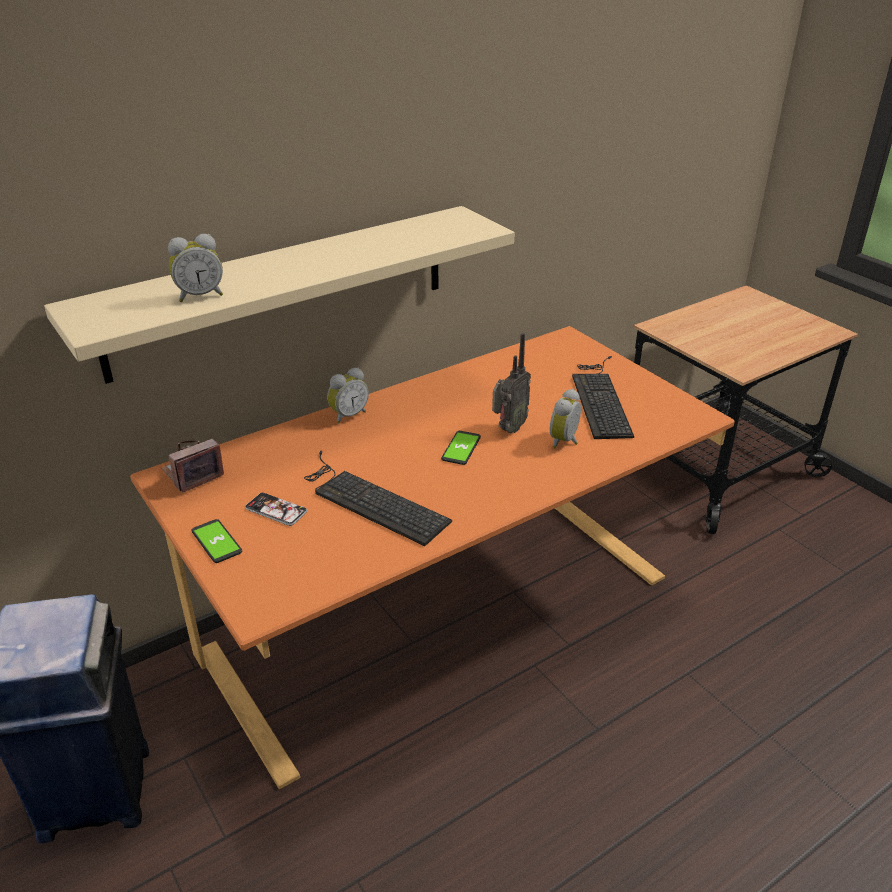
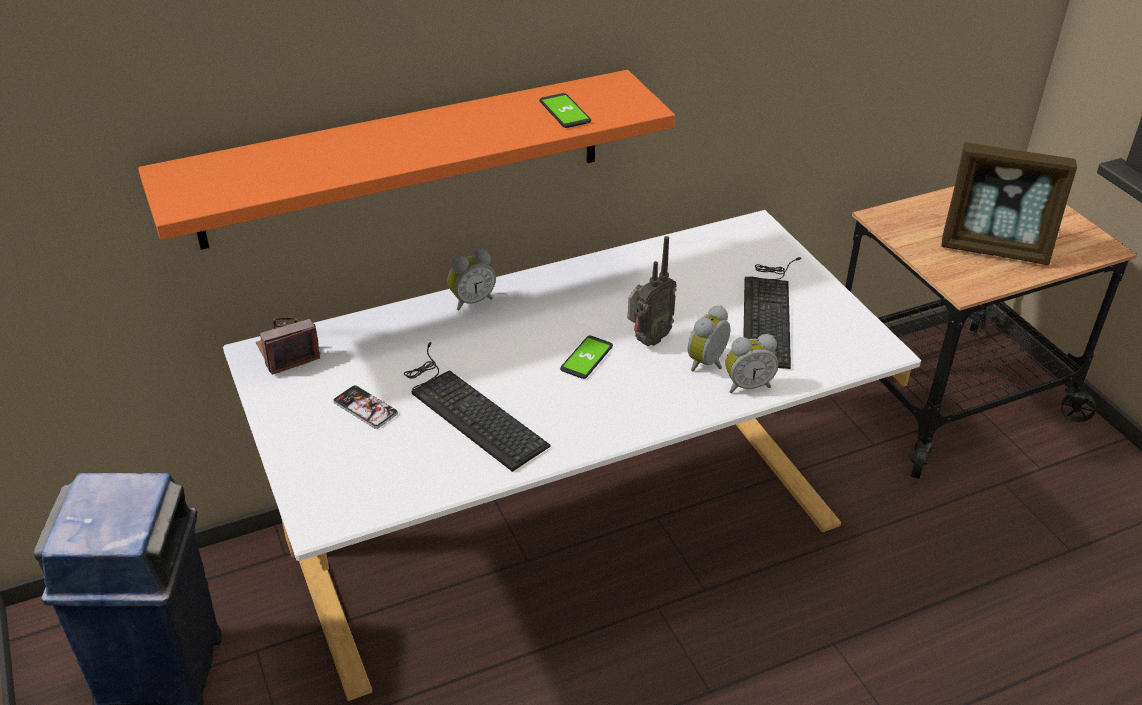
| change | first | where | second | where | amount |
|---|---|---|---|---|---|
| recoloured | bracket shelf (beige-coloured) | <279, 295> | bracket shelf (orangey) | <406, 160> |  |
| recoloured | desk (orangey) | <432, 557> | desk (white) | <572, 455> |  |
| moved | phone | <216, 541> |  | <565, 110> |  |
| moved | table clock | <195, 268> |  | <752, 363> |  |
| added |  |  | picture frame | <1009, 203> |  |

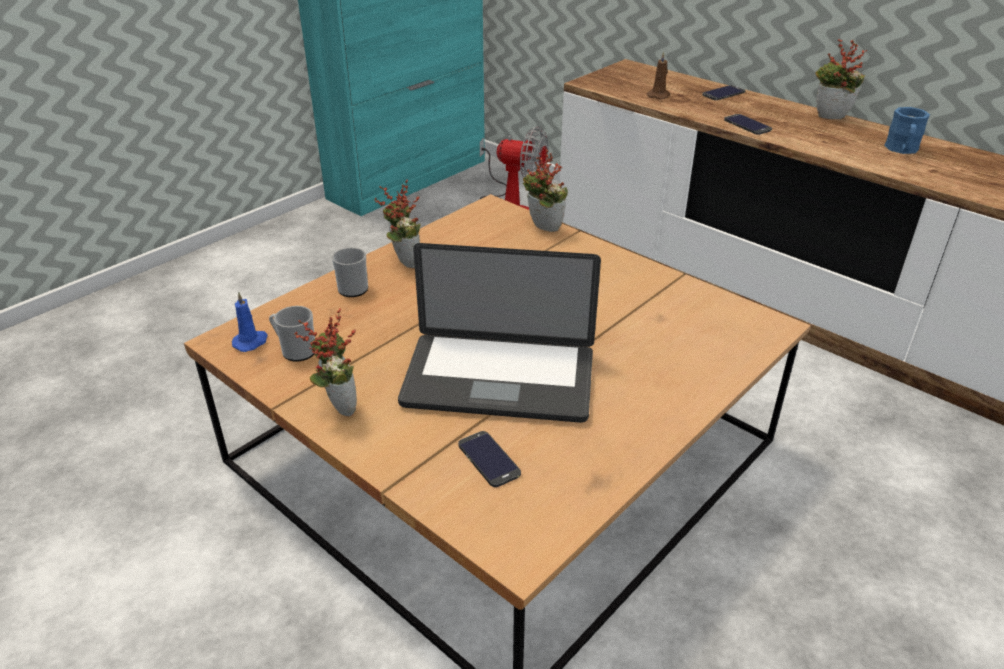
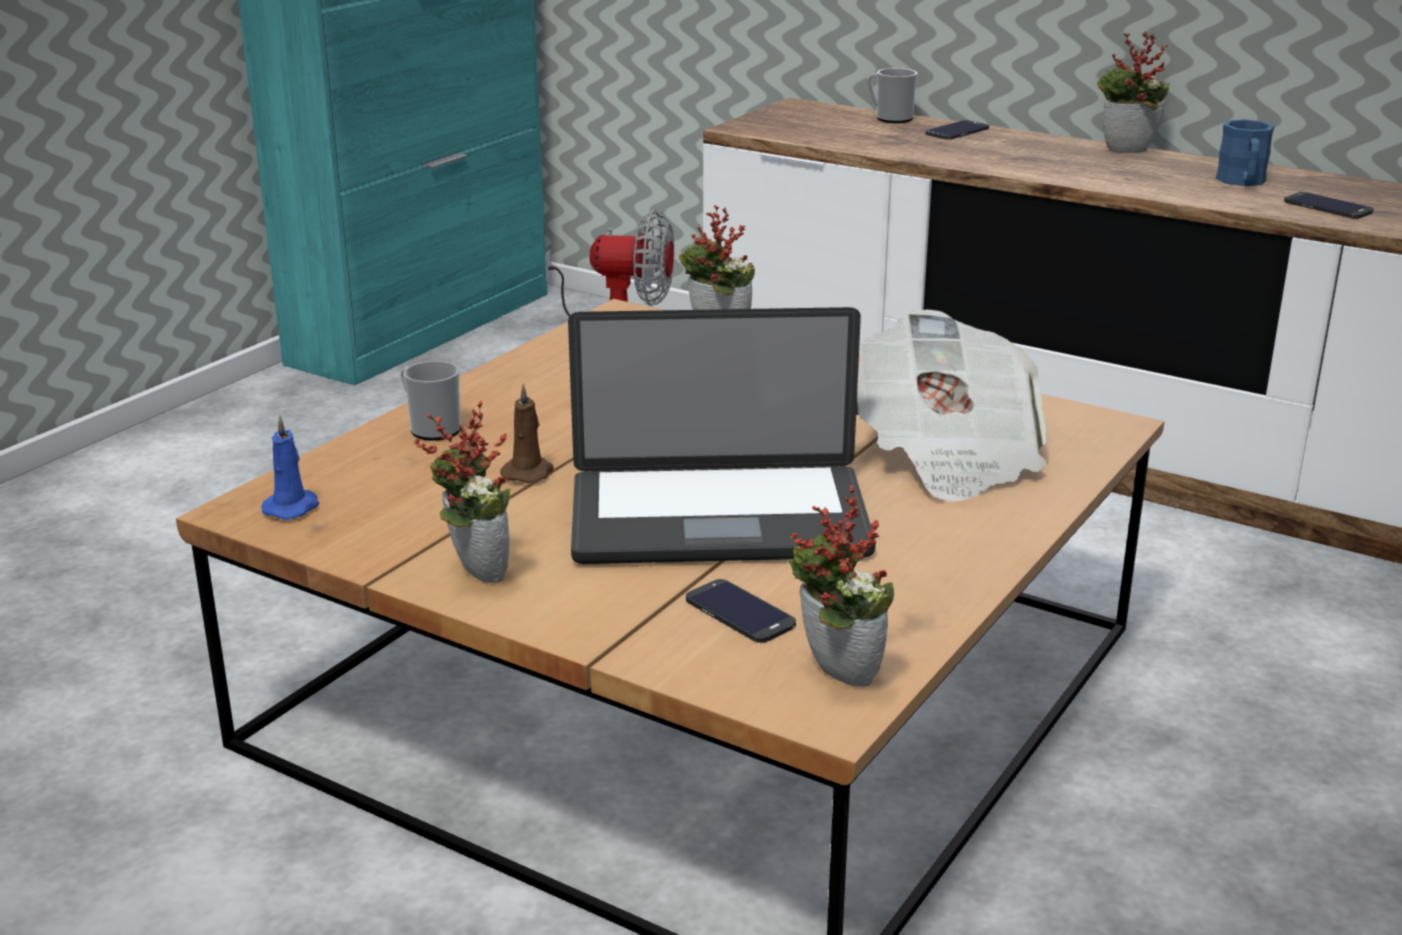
| change | first | where | second | where | amount |
|---|---|---|---|---|---|
| moved | wax candle (brown) | <658, 75> |  | <527, 433> |  |
| moved | houseplant | <397, 224> |  | <841, 585> |  |
| added |  |  | newspaper | <951, 405> |  |
| moved | coffee mug | <292, 334> |  | <892, 95> |  |
| moved | phone | <748, 124> |  | <1329, 205> |  |

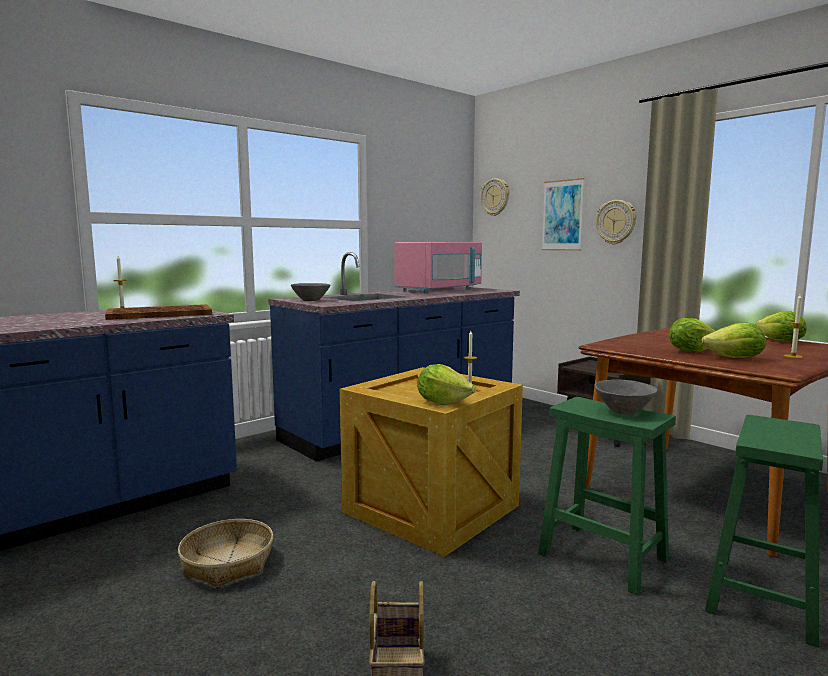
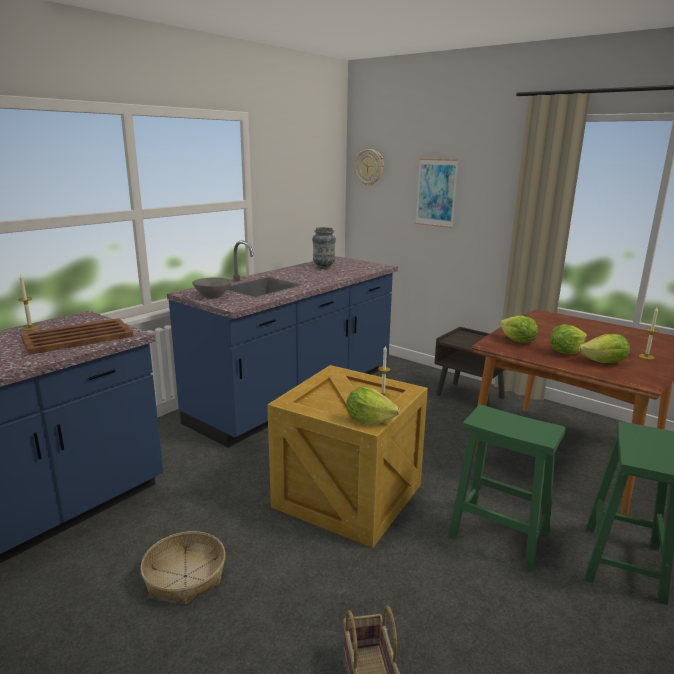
| change | first | where | second | where | amount |
|---|---|---|---|---|---|
| replaced | kitchen microwave (pinkish) | <438, 267> | decorative vase | <324, 248> |  |
| moved | lettuce | <781, 326> |  | <519, 329> |  |
| removed | clock on the wall | <615, 222> |  |  |  |
| removed | bowl (greyish) | <626, 397> |  |  |  |

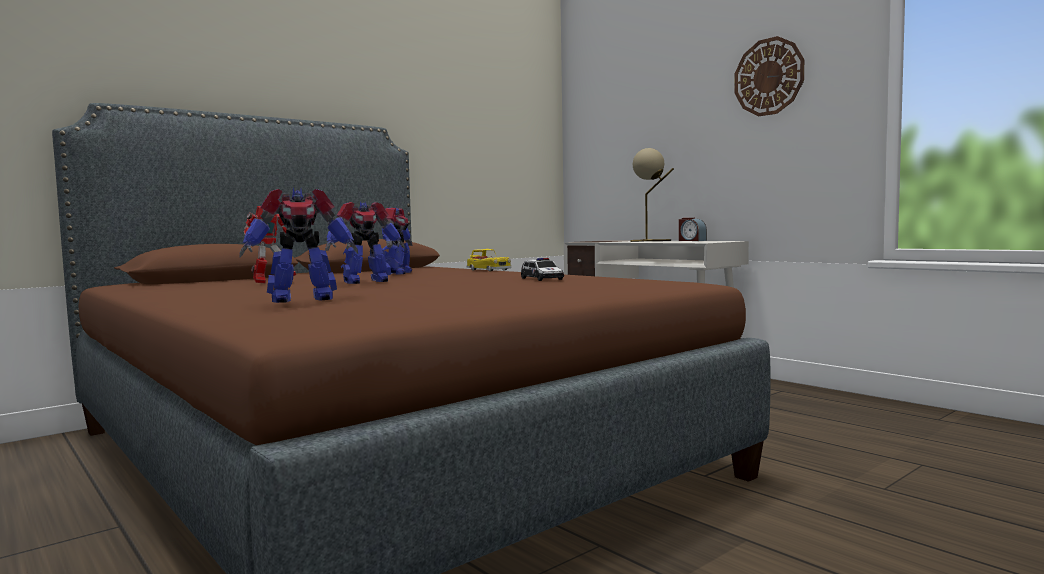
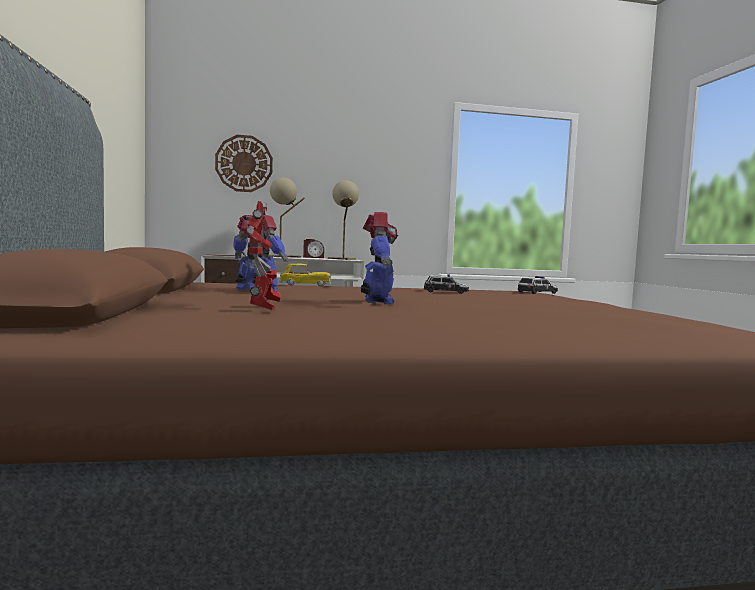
| change | first | where | second | where | amount |
|---|---|---|---|---|---|
| moved | clock on the wall | <769, 76> |  | <244, 163> |  |
| added |  |  | tabletop lamp (beige-coloured) | <343, 220> |  |
| added |  |  | toy car | <538, 285> |  |
| removed | robot figure | <299, 245> |  |  |  |

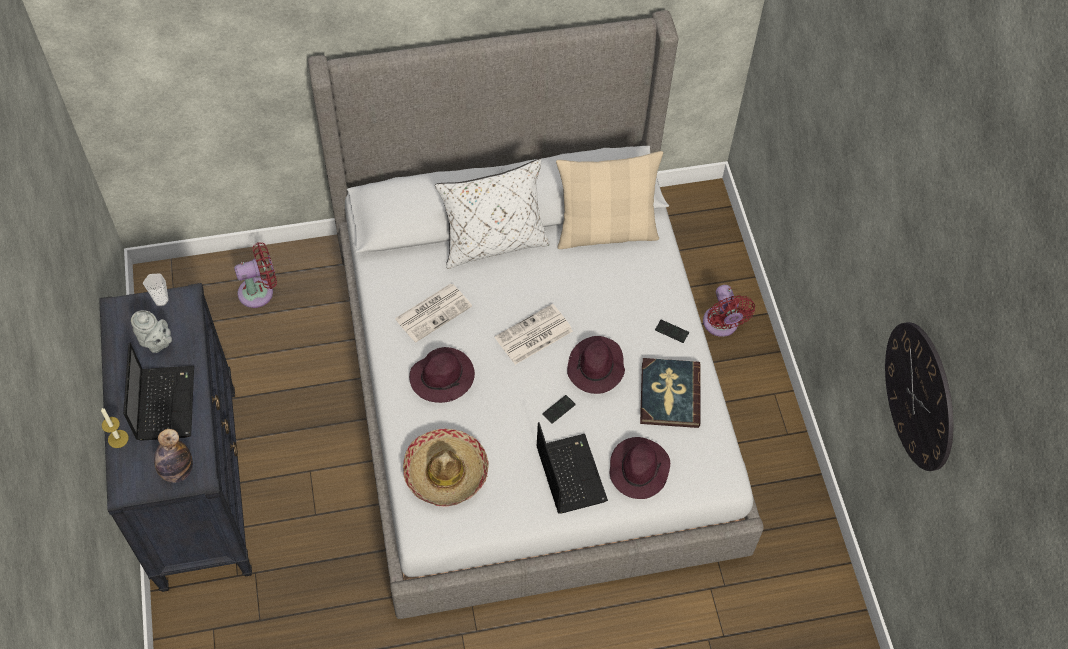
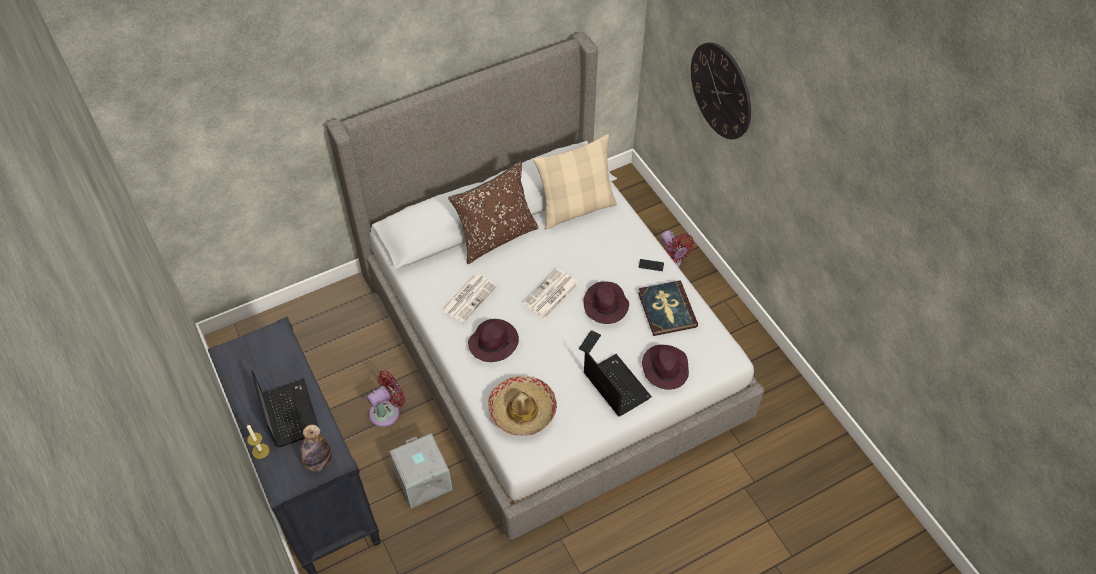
| change | first | where | second | where | amount |
|---|---|---|---|---|---|
| moved | electric fan (red) | <255, 275> |  | <386, 398> |  |
| added |  |  | storage box (greyish) | <421, 470> |  |
| recoloured | pillow (white) | <492, 214> | pillow (brown) | <493, 212> |  |
| moved | clock on the wall | <919, 396> |  | <721, 91> |  |
| removed | pot for tea (greyish) | <151, 331> |  |  |  |
| removed | drinking cup | <156, 289> |  |  |  |

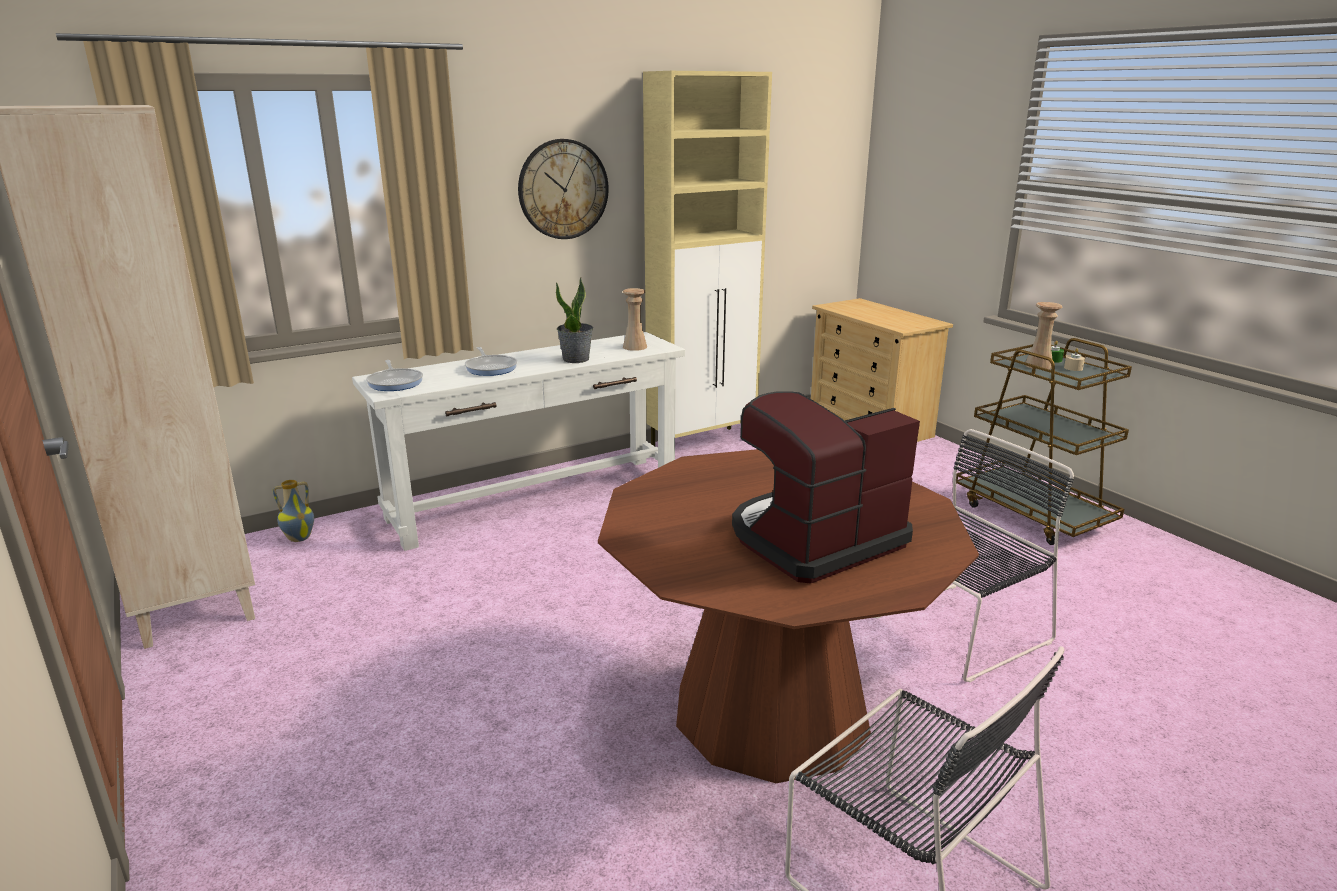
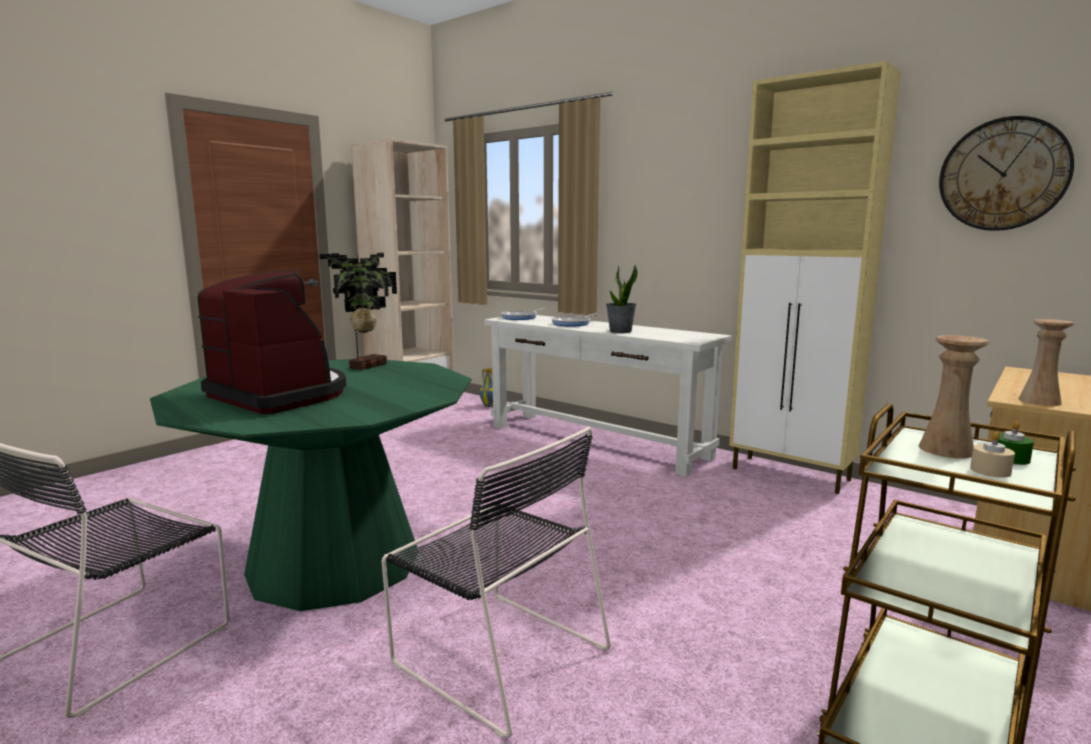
| change | first | where | second | where | amount |
|---|---|---|---|---|---|
| recoloured | dinner table (brown) | <788, 616> | dinner table (greenish) | <310, 485> |  |
| added |  |  | houseplant | <358, 311> |  |
| moved | clock on the wall | <563, 189> |  | <1006, 173> |  |
| moved | decorative vase (beige-coloured) | <635, 319> |  | <1046, 362> |  |

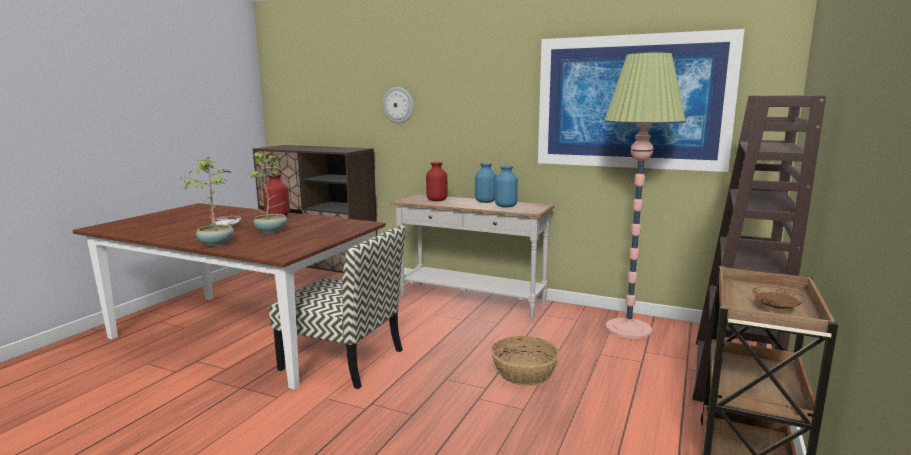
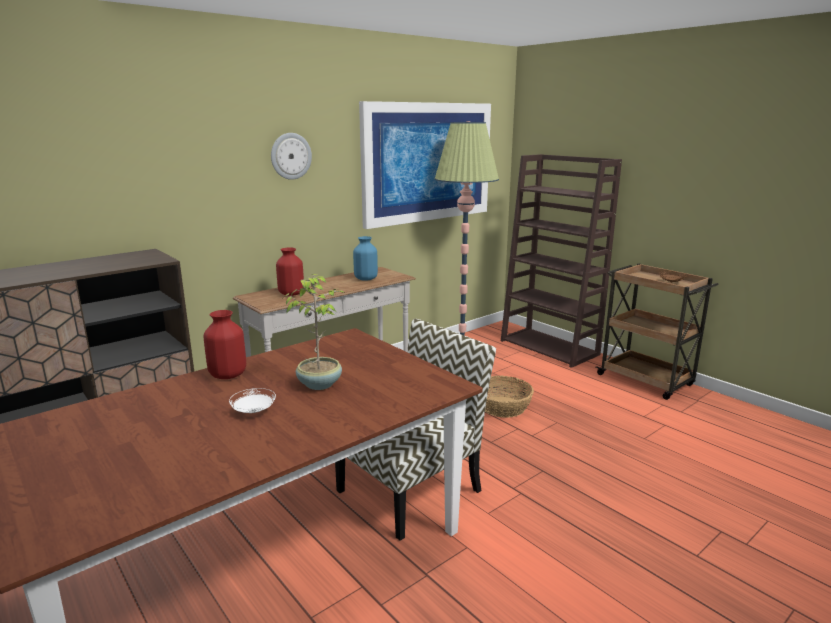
| change | first | where | second | where | amount |
|---|---|---|---|---|---|
| moved | clock on the wall | <398, 105> |  | <291, 156> |  |
| removed | houseplant | <207, 202> |  |  |  |
| removed | decorative vase (blue-coloured) | <486, 183> |  |  |  |

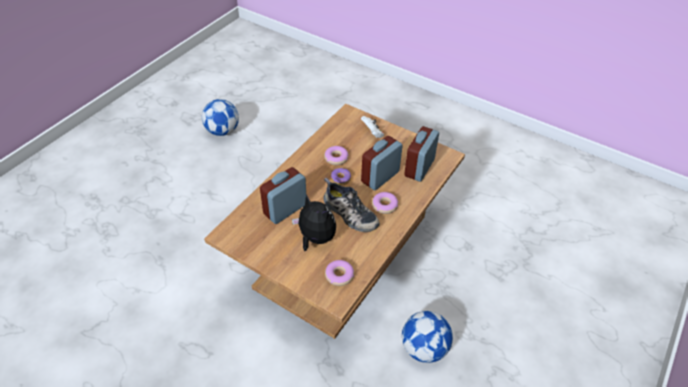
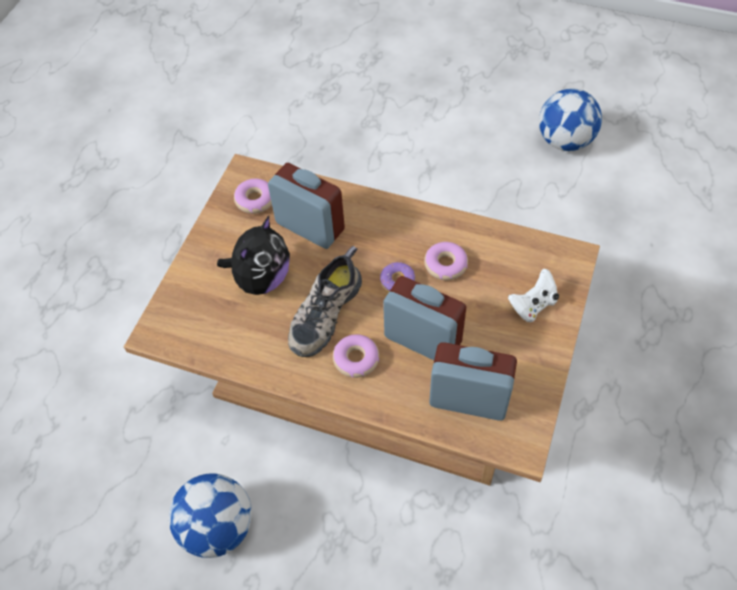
| change | first | where | second | where | amount |
|---|---|---|---|---|---|
| moved | donut | <339, 273> |  | <253, 196> |  |

